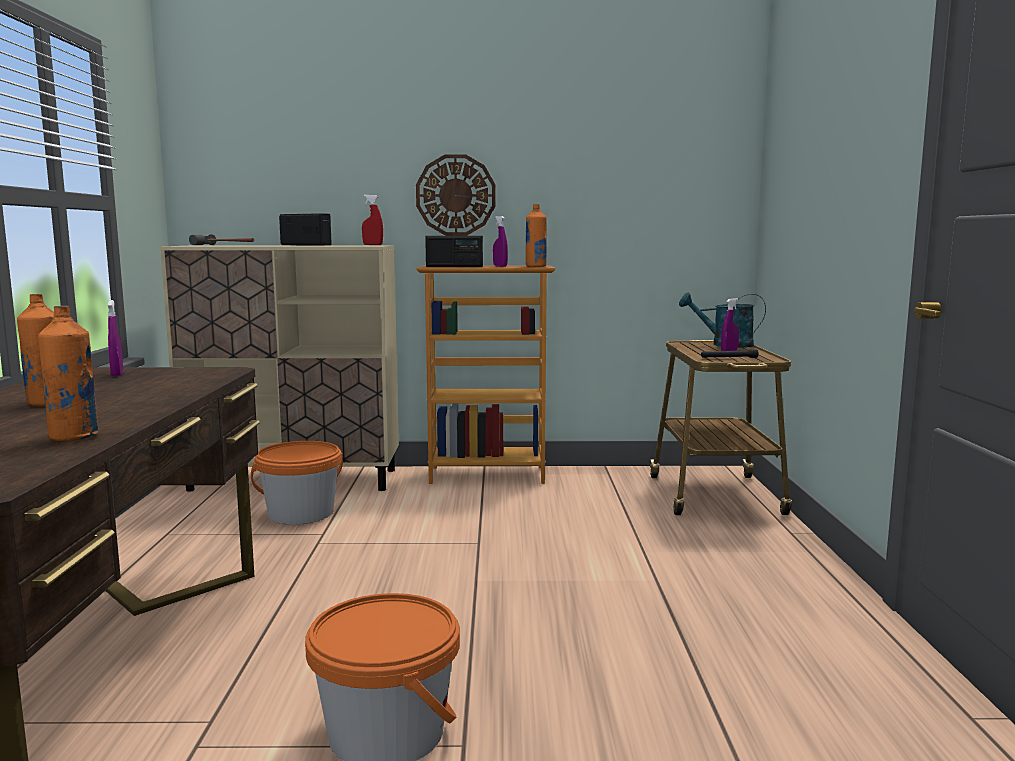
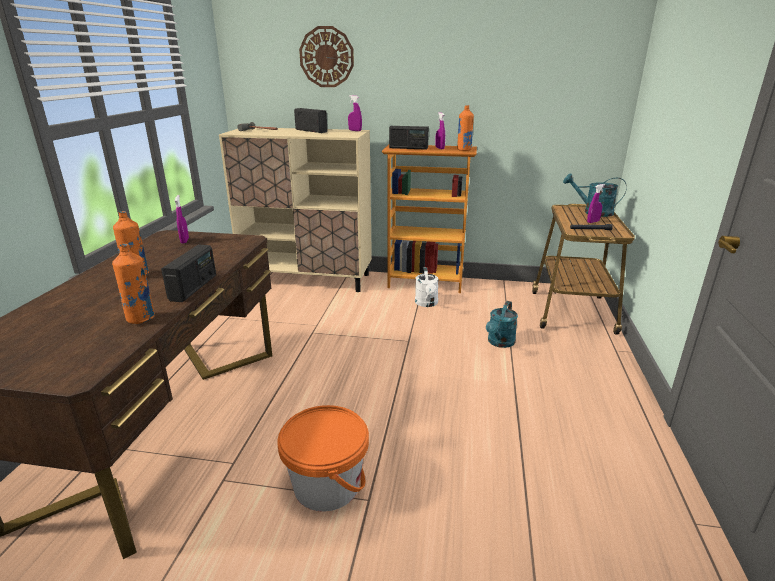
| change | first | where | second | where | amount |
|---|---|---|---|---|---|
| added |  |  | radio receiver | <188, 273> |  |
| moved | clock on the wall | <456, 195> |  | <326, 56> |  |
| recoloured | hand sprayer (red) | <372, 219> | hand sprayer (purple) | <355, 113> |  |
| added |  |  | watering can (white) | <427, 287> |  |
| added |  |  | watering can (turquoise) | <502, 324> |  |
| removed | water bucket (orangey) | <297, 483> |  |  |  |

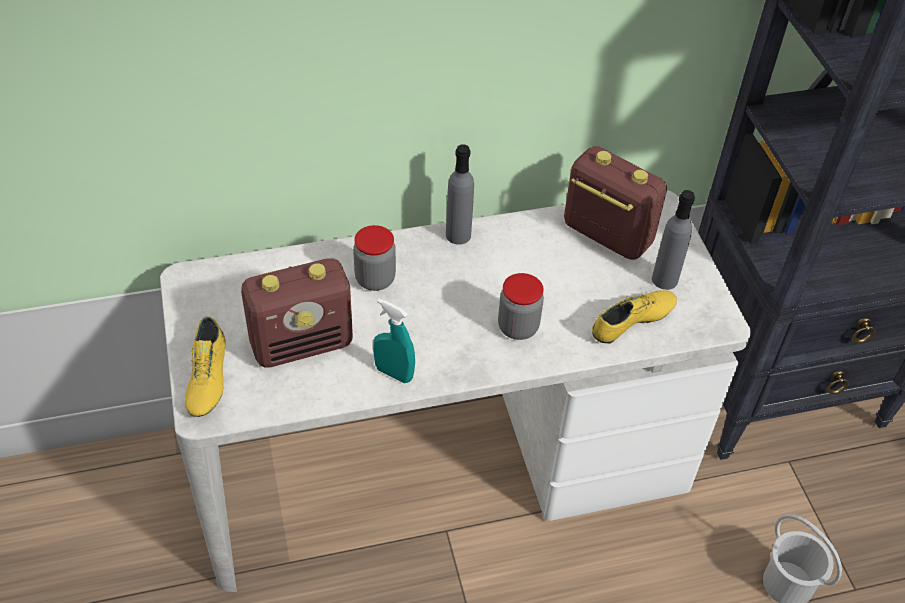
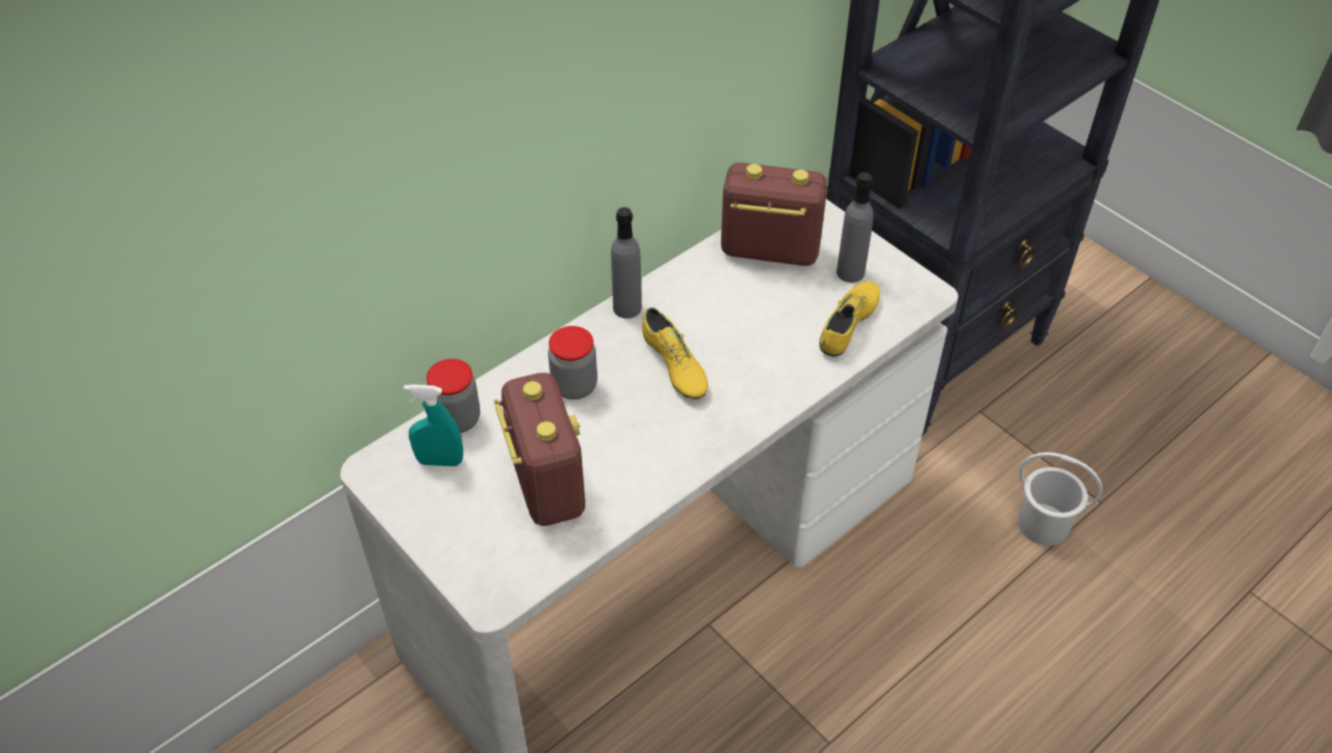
| change | first | where | second | where | amount |
|---|---|---|---|---|---|
| moved | hand sprayer (turquoise) | <394, 340> |  | <433, 425> |  |
| moved | jar | <521, 306> |  | <453, 396> |  |
| turned | radio receiver | <297, 313> |  | <539, 449> | 60 degrees counterclockwise |
| moved | item of footwear (yellow-coloured) | <205, 366> |  | <675, 353> |  |

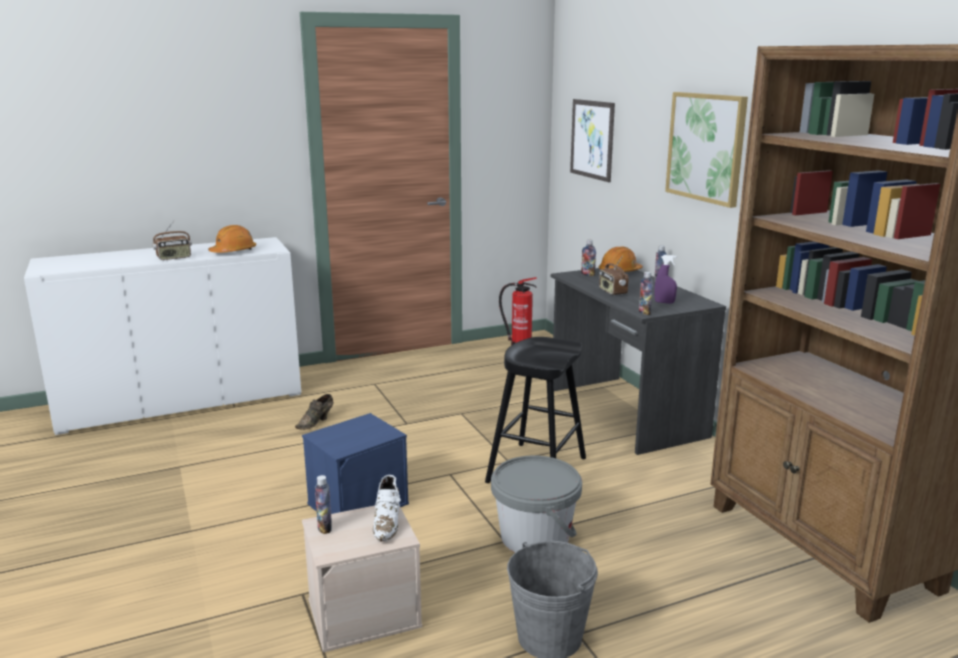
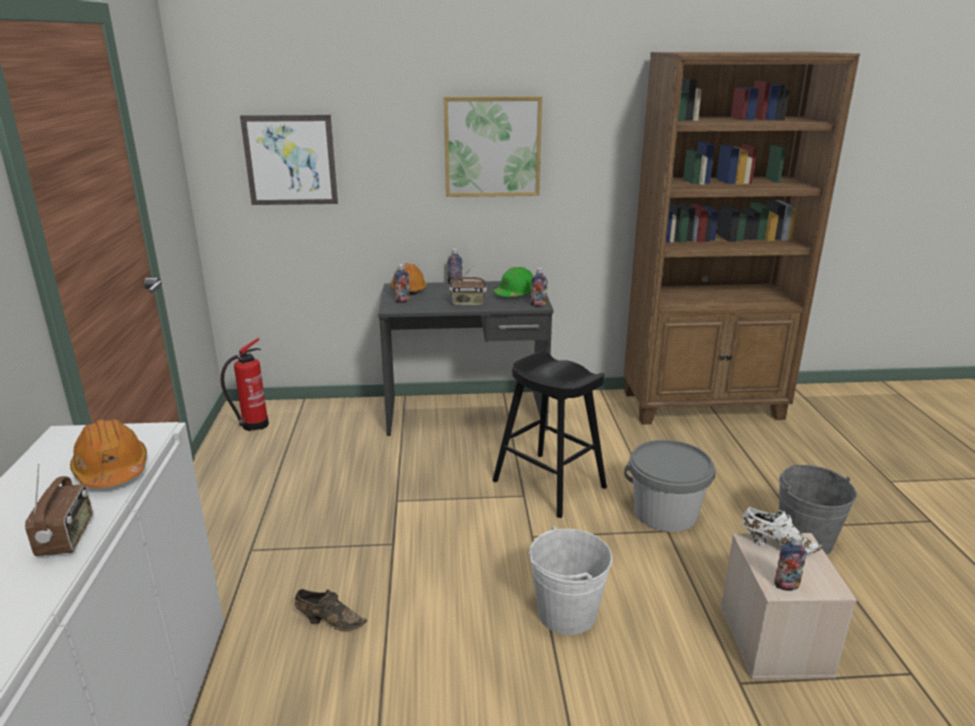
| change | first | where | second | where | amount |
|---|---|---|---|---|---|
| turned | item of footwear (brown) | <314, 412> |  | <331, 610> | 45 degrees counterclockwise |
| replaced | hand sprayer (purple) | <665, 279> | work helmet (greenish) | <513, 282> |  |
| replaced | storage box (blue-coloured) | <355, 463> | water bucket (white) | <570, 580> |  |

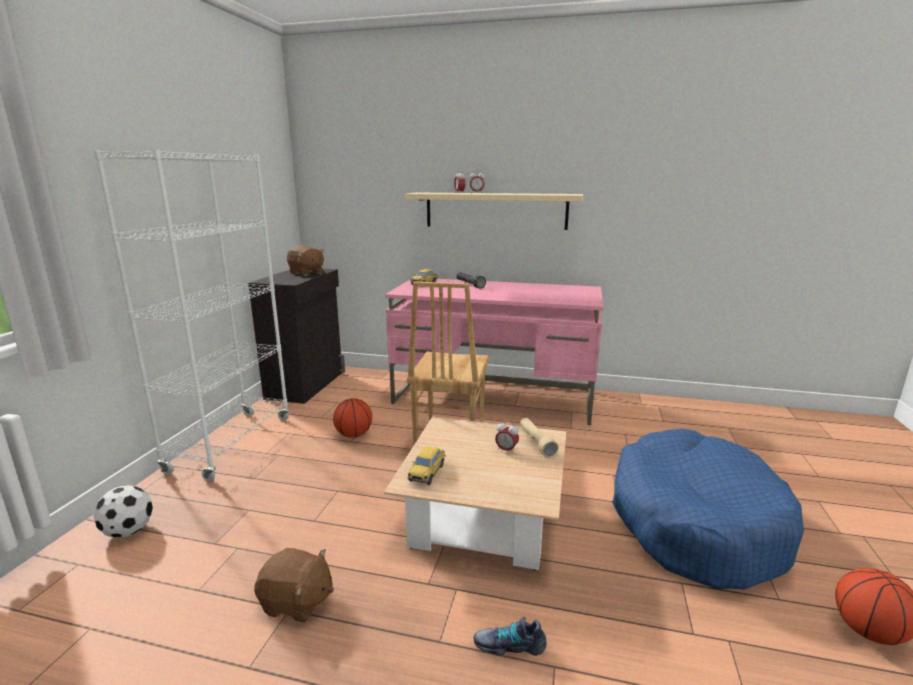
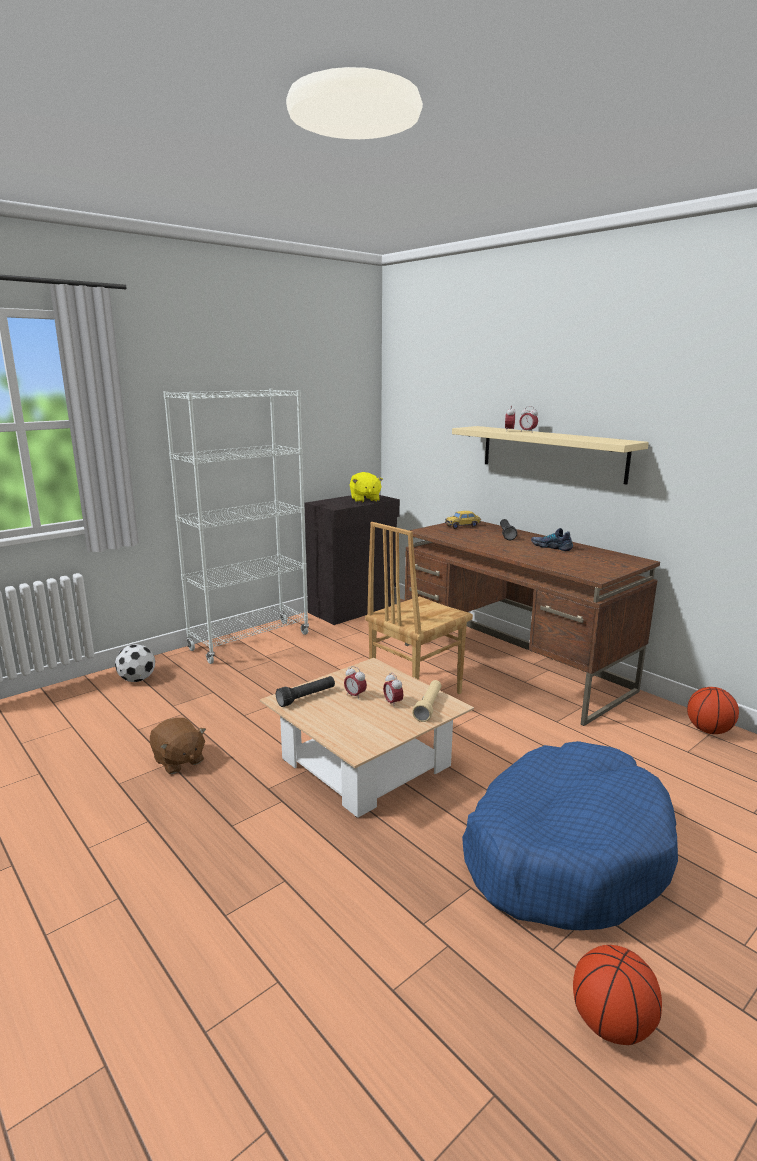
| change | first | where | second | where | amount |
|---|---|---|---|---|---|
| replaced | toy car | <427, 465> | hand torch (black-coloured) | <305, 691> |  |
| added |  |  | table clock | <355, 682> |  |
| recoloured | cuddly toy (brown) | <305, 261> | cuddly toy (yellow-coloured) | <366, 487> |  |
| recoloured | desk (pinkish) | <494, 352> | desk (brown) | <532, 623> |  |
| moved | item of footwear | <510, 636> |  | <552, 539> |  |
| moved | basketball | <352, 418> |  | <713, 710> |  |

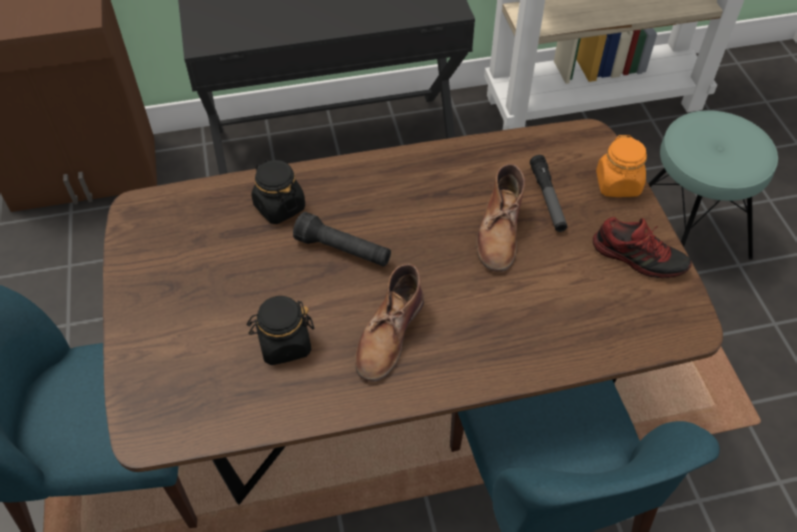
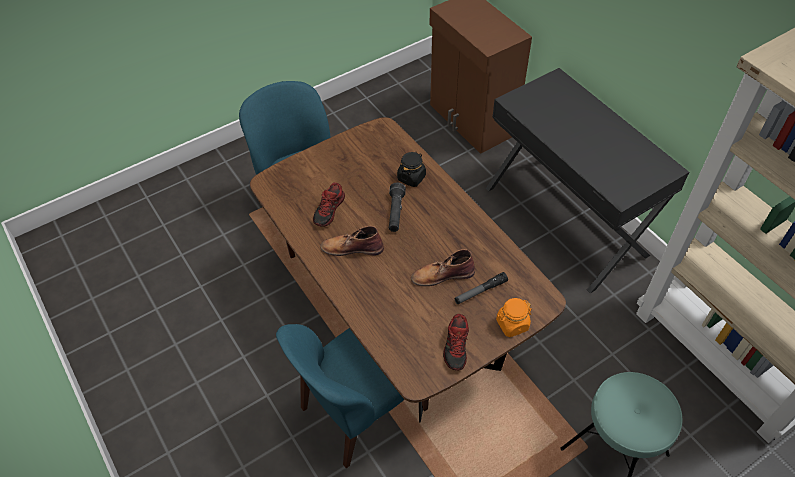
| change | first | where | second | where | amount |
|---|---|---|---|---|---|
| replaced | jar (black-coloured) | <280, 330> | item of footwear | <329, 205> |  |

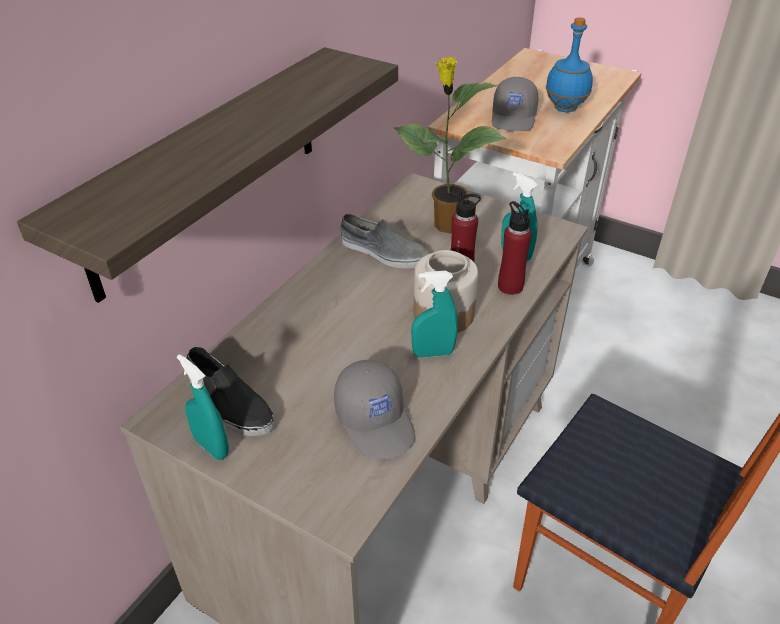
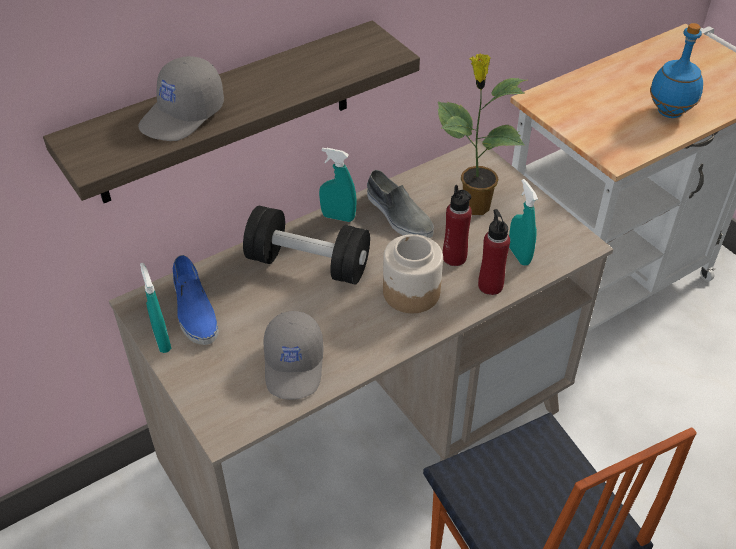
| change | first | where | second | where | amount |
|---|---|---|---|---|---|
| moved | peaked cap (greyish) | <515, 104> |  | <181, 98> |  |
| recoloured | item of footwear (black-coloured) | <230, 391> | item of footwear (blue-coloured) | <196, 300> |  |
| added |  |  | dumbbell (black-coloured) | <306, 245> |  |
| moved | hand sprayer (turquoise) | <434, 314> |  | <338, 185> |  |

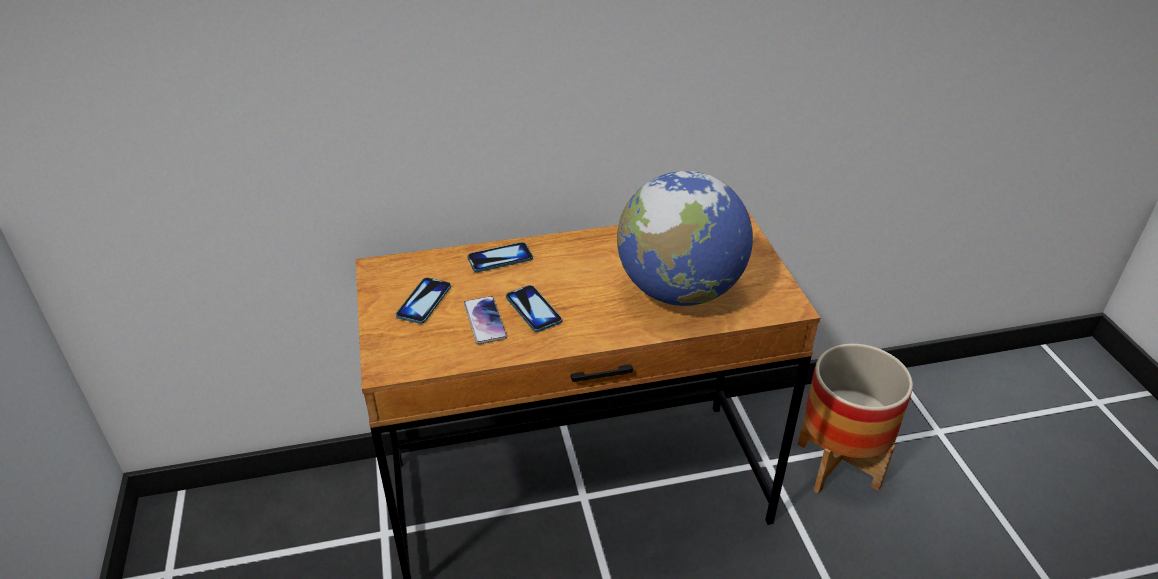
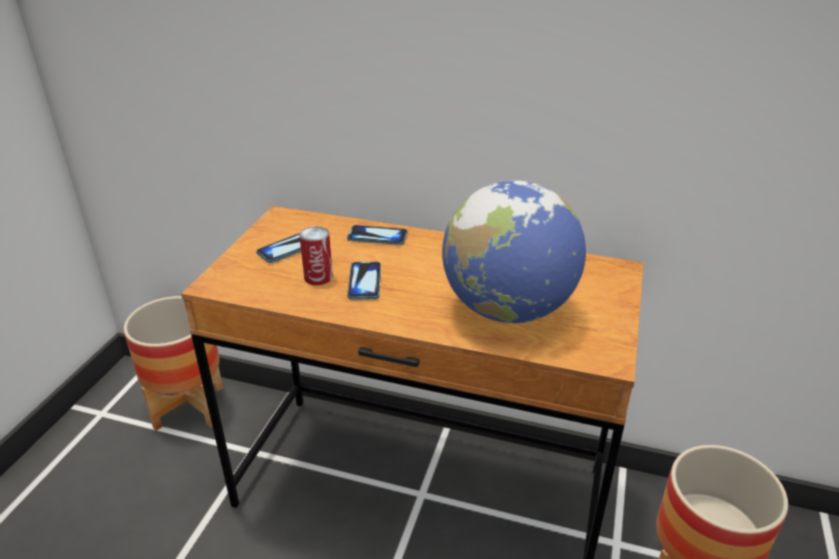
| change | first | where | second | where | amount |
|---|---|---|---|---|---|
| added |  |  | planter | <173, 363> |  |
| replaced | phone | <485, 320> | metal can | <316, 255> |  |

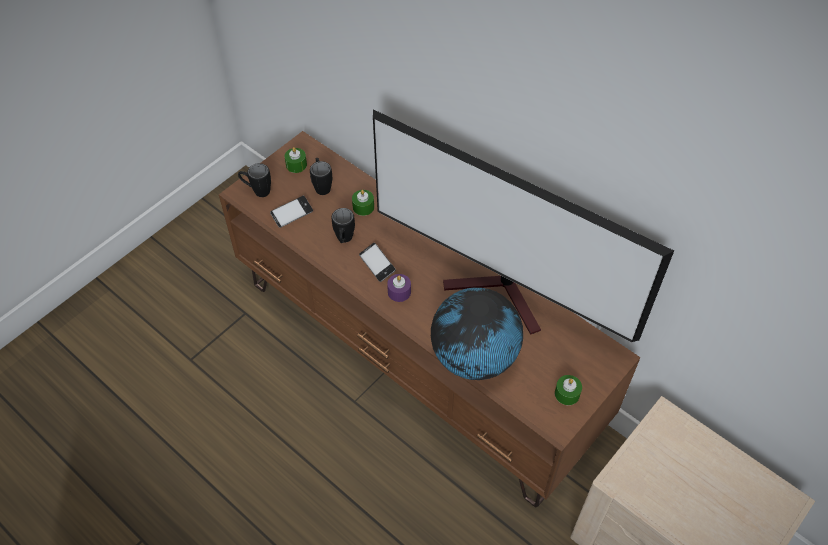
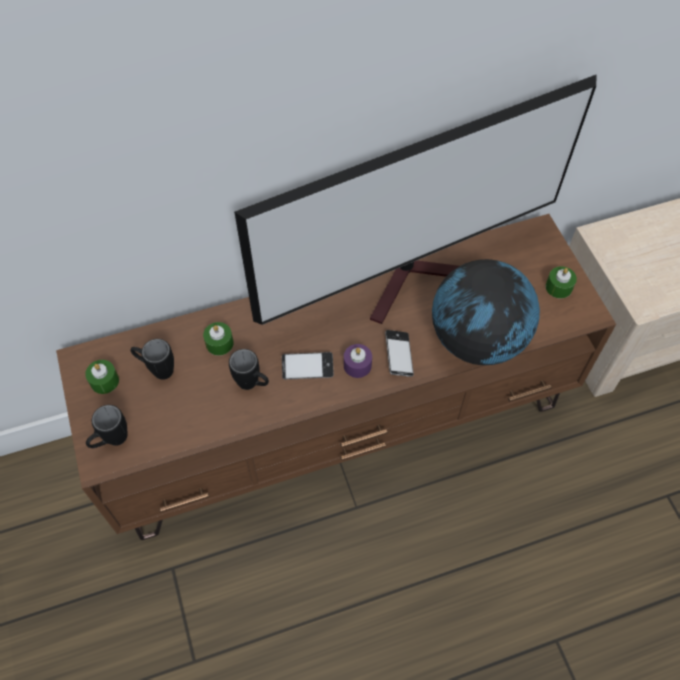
| change | first | where | second | where | amount |
|---|---|---|---|---|---|
| moved | phone | <291, 212> |  | <399, 353> |  |

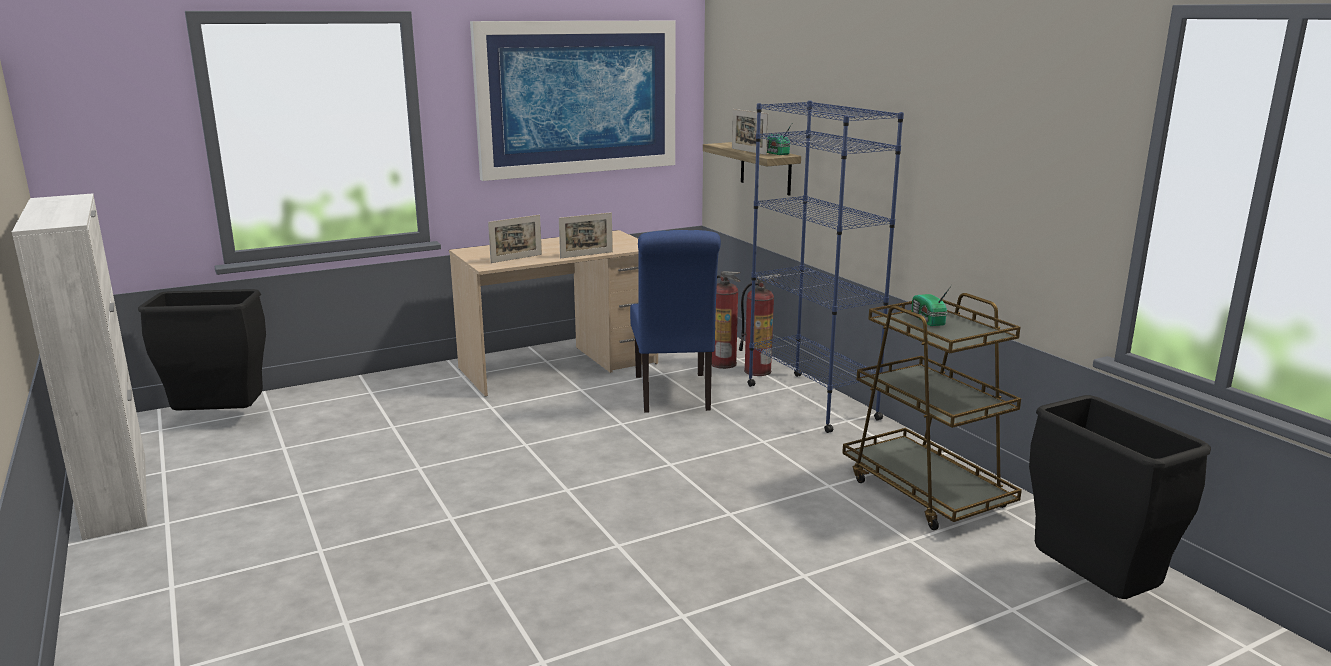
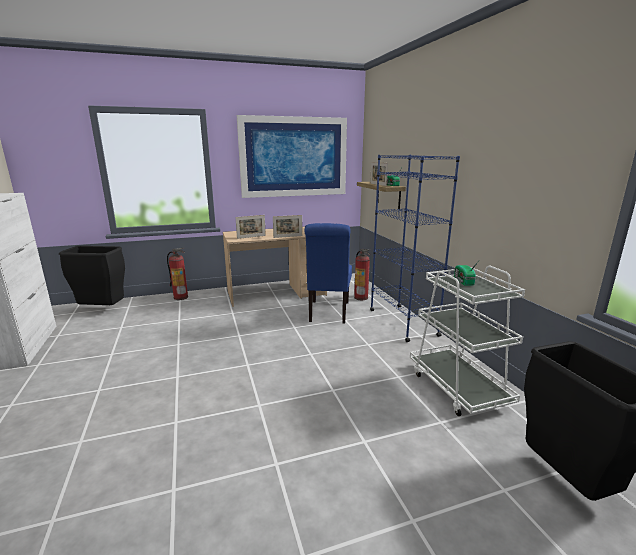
| change | first | where | second | where | amount |
|---|---|---|---|---|---|
| moved | extinguisher | <759, 325> |  | <177, 274> |  |
| recoloured | wheeled cart (brown) | <932, 411> | wheeled cart (white) | <467, 341> |  |

